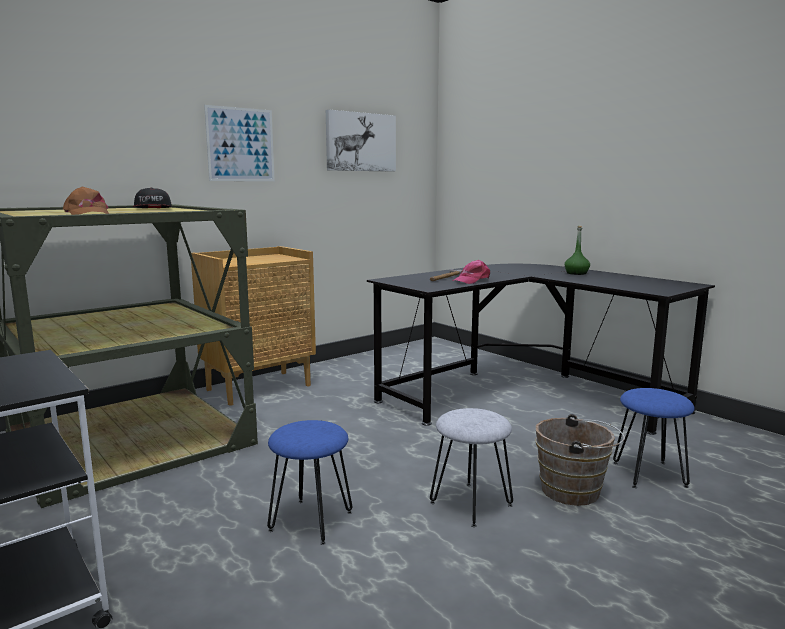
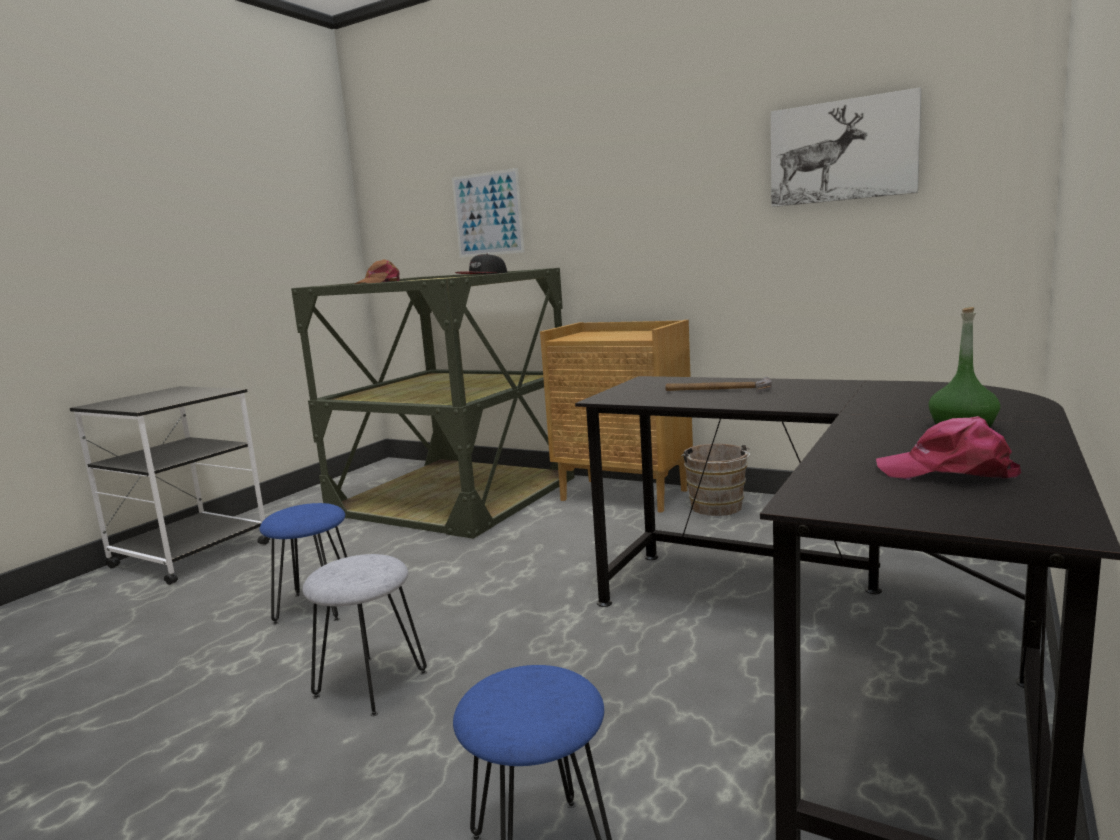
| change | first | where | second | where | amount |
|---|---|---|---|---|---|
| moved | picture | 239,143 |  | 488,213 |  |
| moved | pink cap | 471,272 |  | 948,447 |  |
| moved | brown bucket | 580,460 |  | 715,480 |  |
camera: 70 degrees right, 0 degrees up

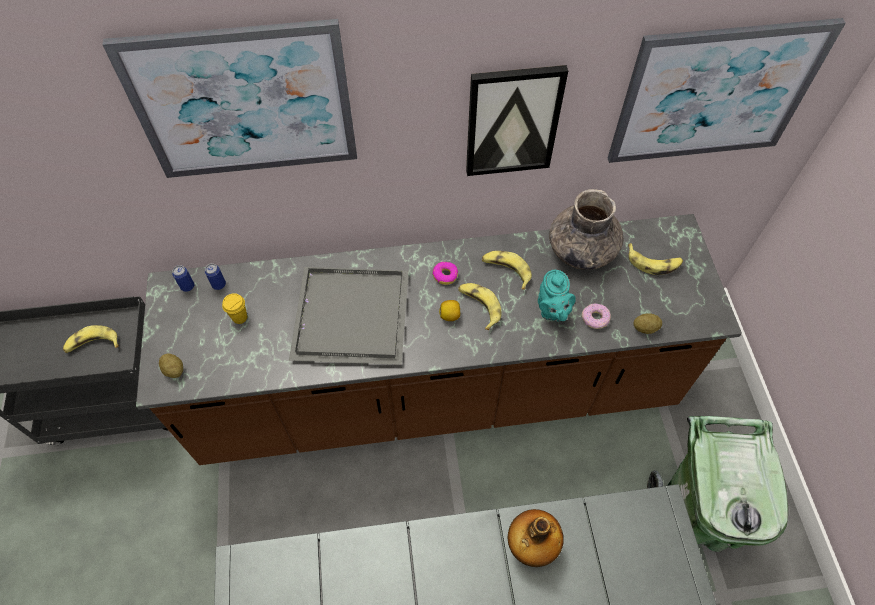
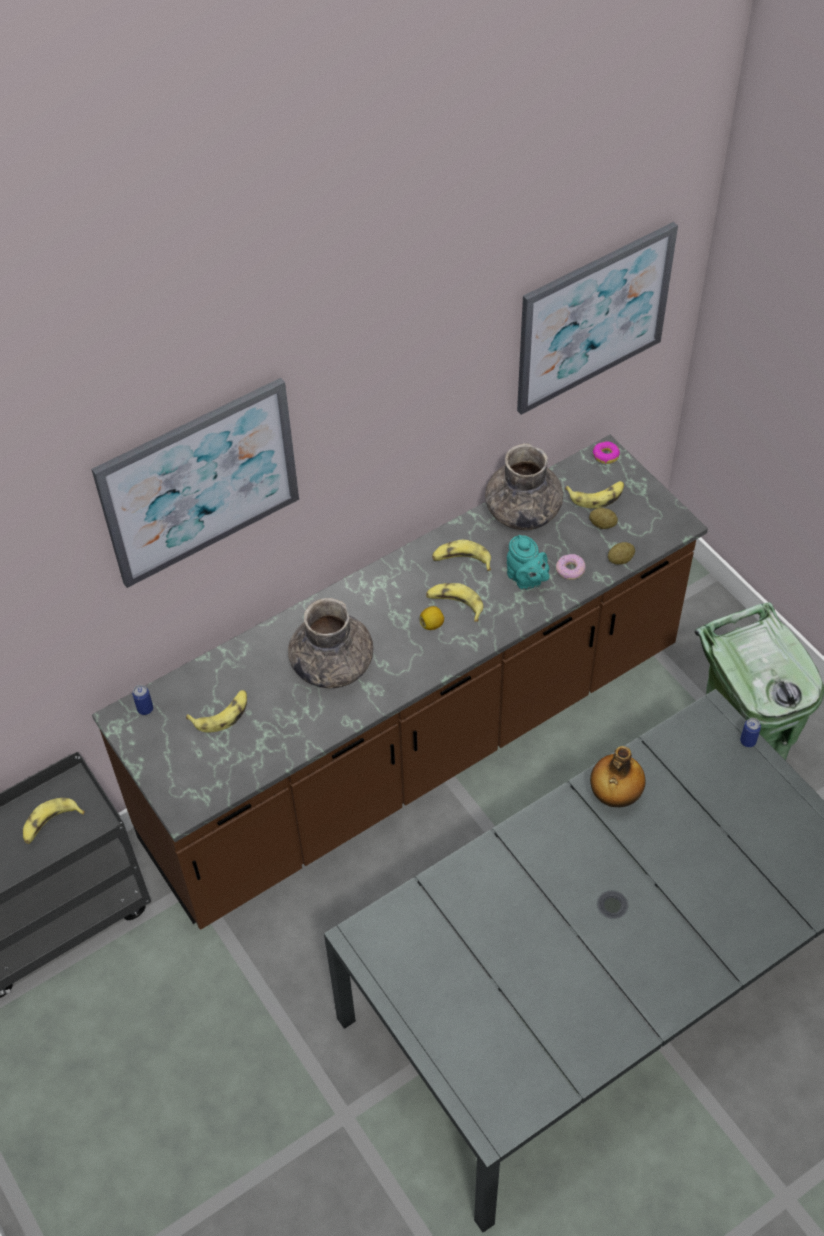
| change | first | where | second | where | amount |
|---|---|---|---|---|---|
| removed | picture | 517,120 |  |  |  |
| moved | donut | 445,273 |  | 606,452 |  |
| moved | can | 215,276 |  | 750,732 |  |
| replaced | grey tray | 349,316 | grey vase | 330,643 |  |
| replaced | yellow cup | 234,308 | banana | 216,711 |  |
| moved | potato | 171,366 |  | 603,518 |  |
camera: 25 degrees left, 5 degrees down

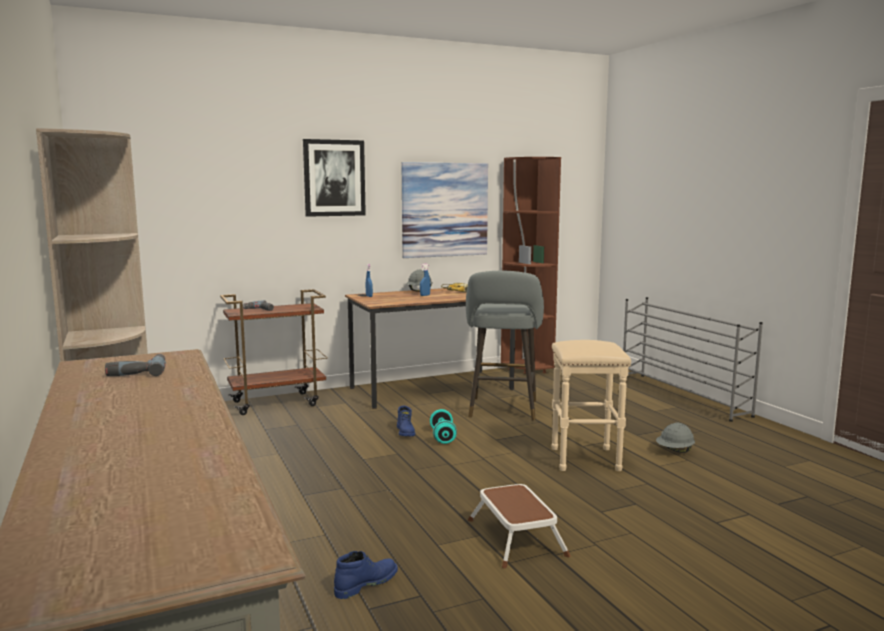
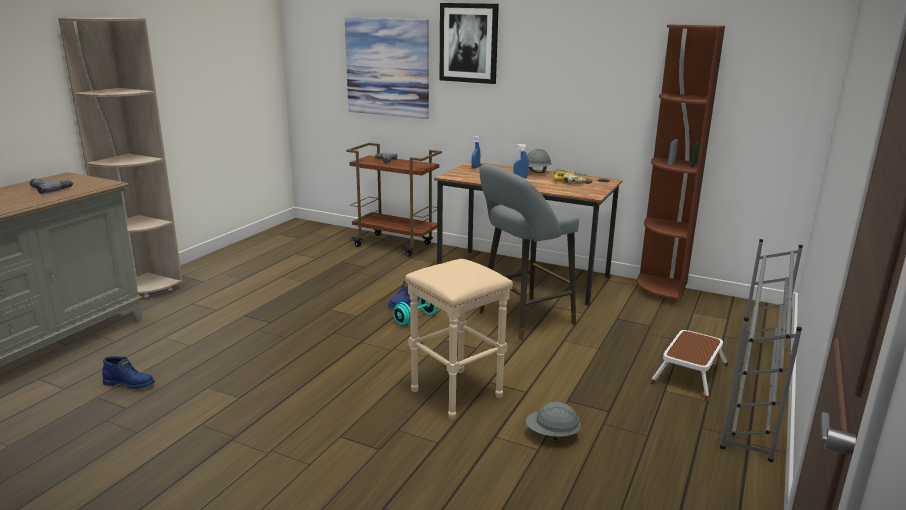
| change | first | where | second | where | amount |
|---|---|---|---|---|---|
| moved | picture | 444,210 |  | 387,68 |  |
| moved | brown step ladder | 519,526 |  | 689,366 |  |
camera: 50 degrees right, 10 degrees up

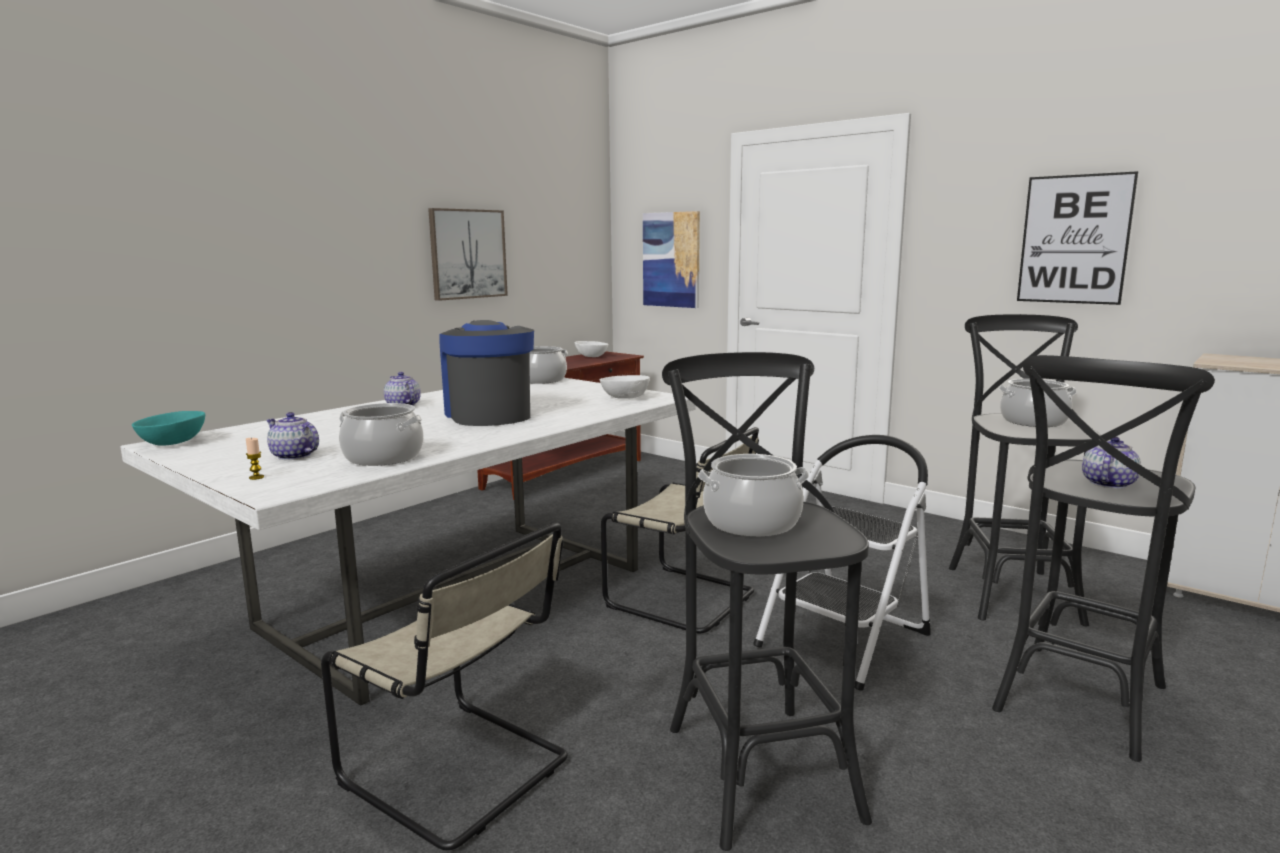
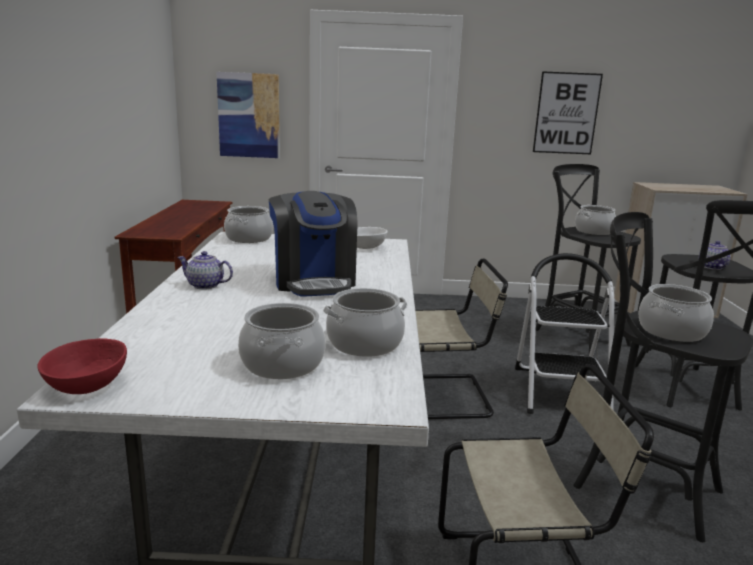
| change | first | where | second | where | amount |
|---|---|---|---|---|---|
| removed | picture | 468,254 |  |  |  |
| turned | coffee machine | 486,373 |  | 313,244 | 135 degrees counterclockwise |
| removed | white bowl | 591,349 |  |  |  |
| recoloured | turquoise bowl | 168,428 | red bowl | 82,366 |  |
| replaced | teapot | 293,436 | cooking pot | 282,341 |  |
| removed | candle | 255,459 |  |  |  |
camera: 40 degrees left, 5 degrees up

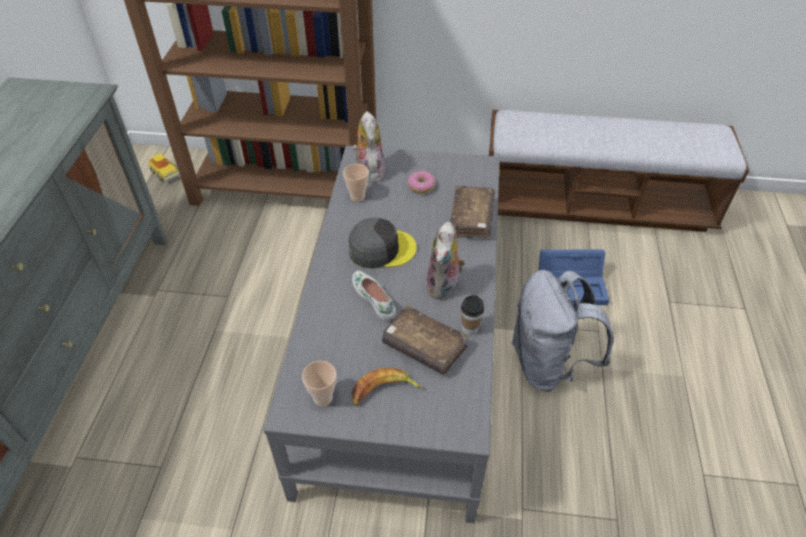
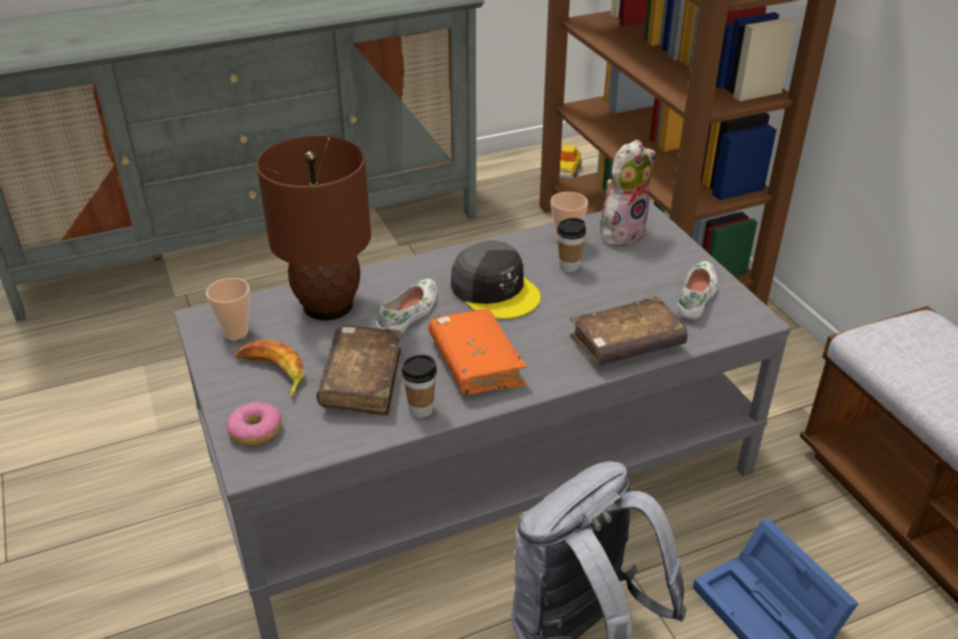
| change | first | where | second | where | amount |
|---|---|---|---|---|---|
| moved | donut | 422,182 |  | 254,424 |  |
| replaced | plush toy | 445,260 | orange book | 478,351 |  |
| added |  |  | brown table lamp | 314,228 |  |
| added |  |  | cup | 571,245 |  |
| added |  |  | white shoe | 697,290 |  |
camera: 60 degrees right, 10 degrees down

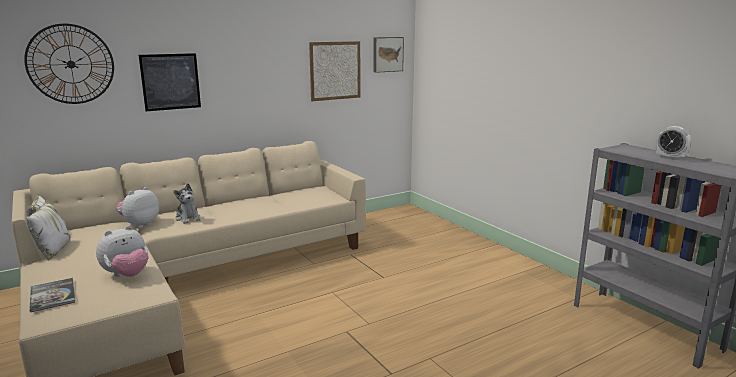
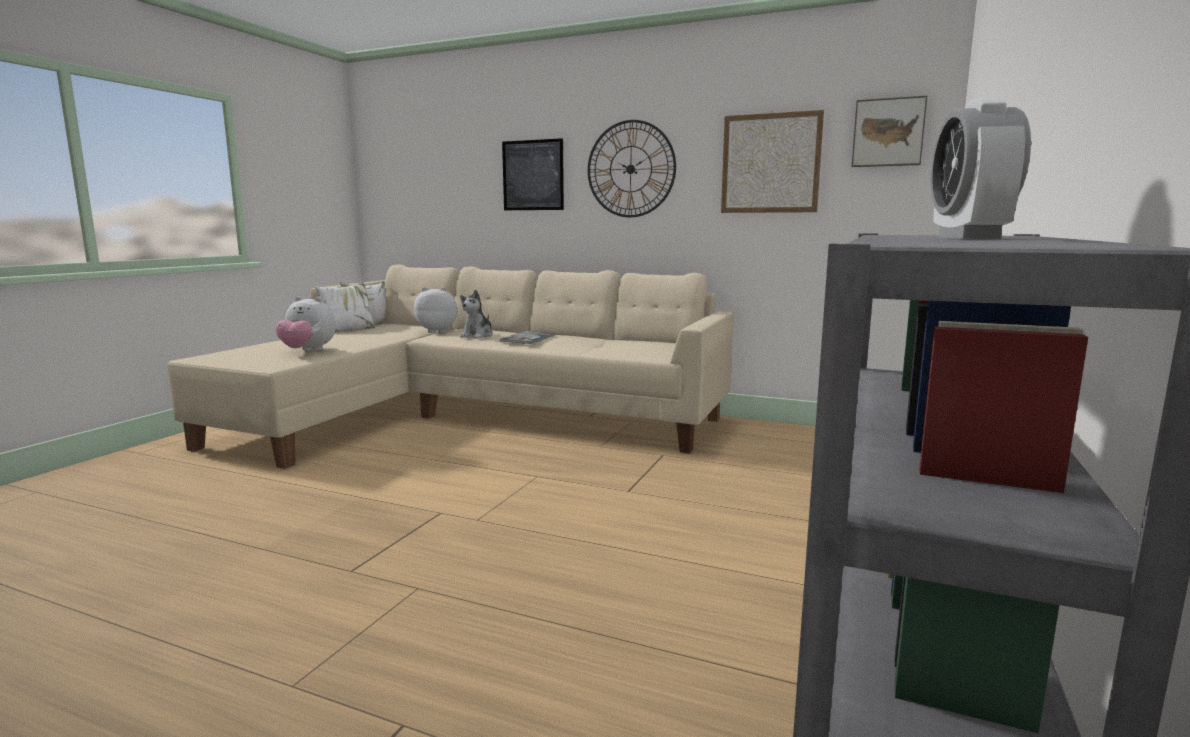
| change | first | where | second | where | amount |
|---|---|---|---|---|---|
| moved | wall clock | 69,63 |  | 632,168 |  |
| moved | book | 52,295 |  | 527,337 |  |
camera: 55 degrees right, 5 degrees down

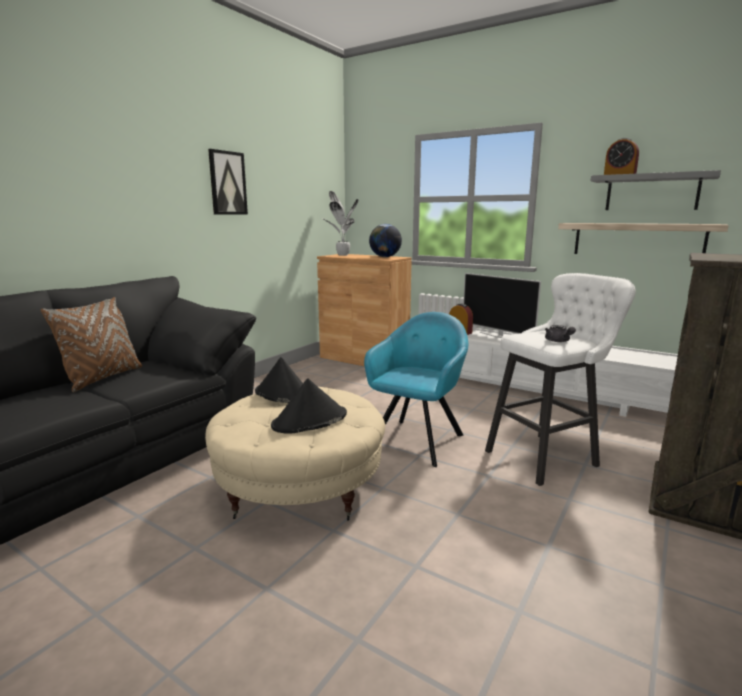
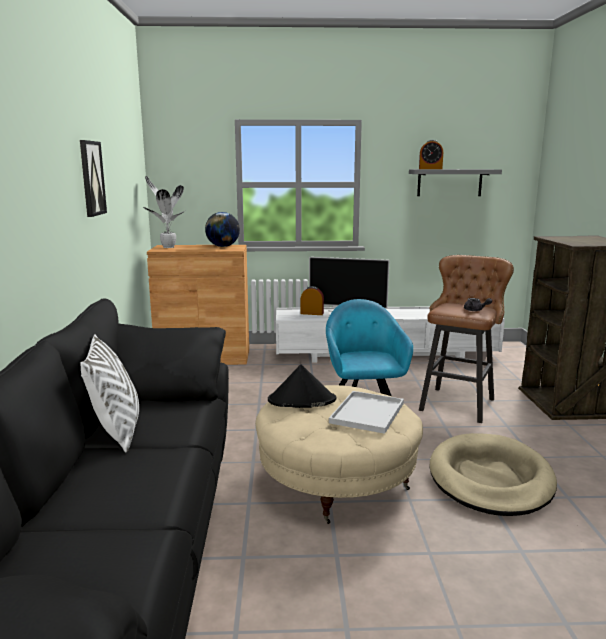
| change | first | where | second | where | amount |
|---|---|---|---|---|---|
| removed | shelf | 643,238 |  |  |  |
| recoloured | white stool | 560,379 | brown stool | 466,339 |  |
| recoloured | brown pillow | 91,344 | white pillow | 109,393 |  |
| replaced | black hat | 309,405 | white tray | 366,412 |  |
| added |  |  | beige dog bed | 493,474 |  |
camera: 35 degrees left, 0 degrees up

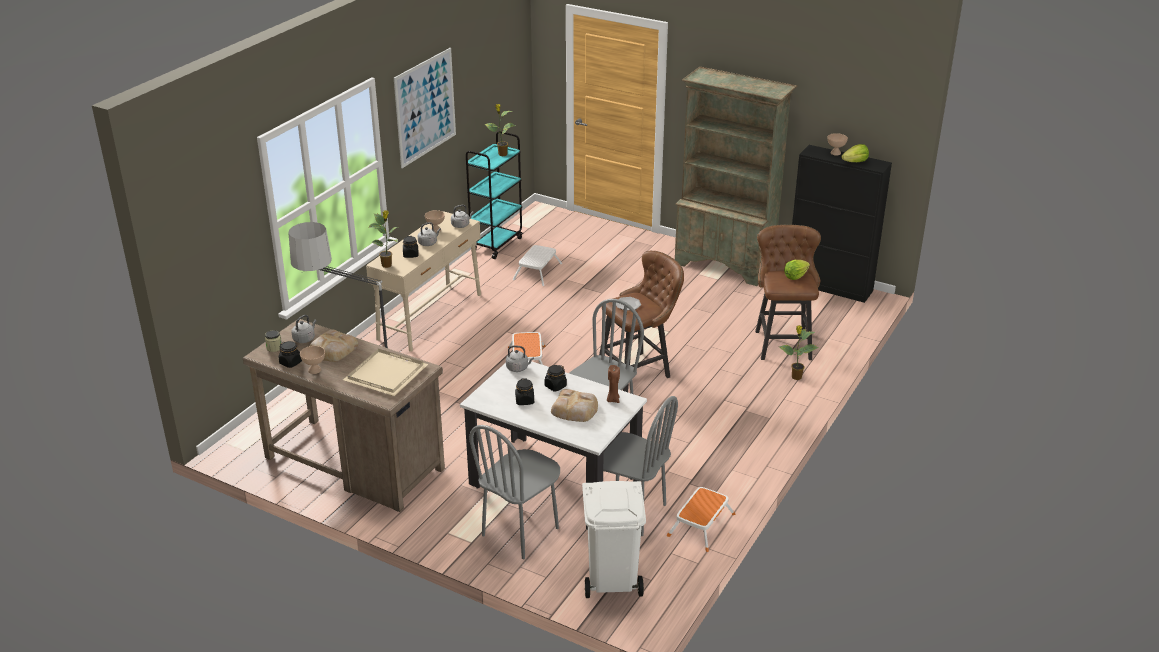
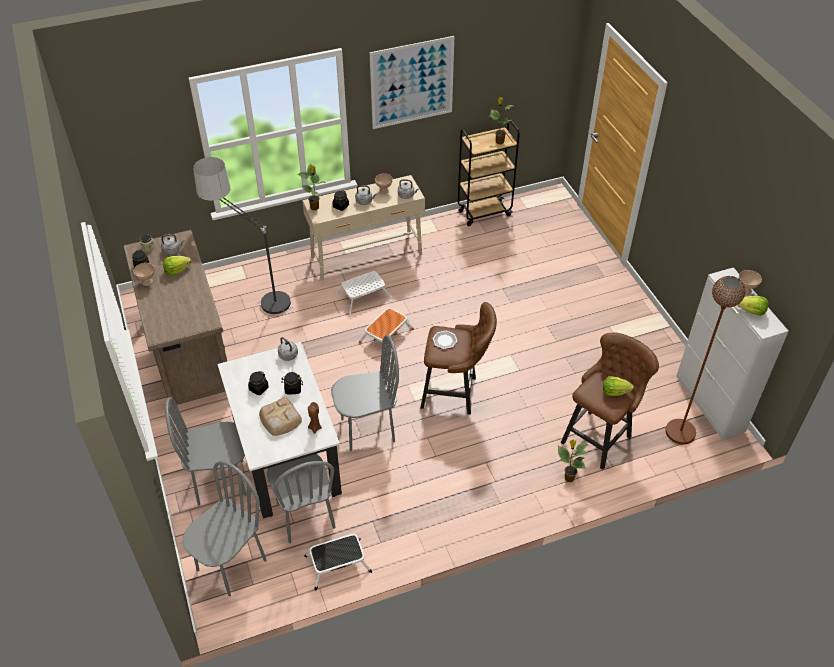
| change | first | where | second | where | amount |
|---|---|---|---|---|---|
| removed | green bookcase | 736,176 |  |  |  |
| recoloured | turquoise cart | 494,195 | brown cart | 488,172 |  |
| recoloured | black cabinet | 842,224 | white cabinet | 732,353 |  |
| moved | white step ladder | 537,265 |  | 364,292 |  |
| replaced | bread | 333,345 | lettuce | 177,266 |  |
| removed | beige tray | 385,372 |  |  |  |
| replaced | white trash can | 614,539 | grey chair | 224,528 |  |
| recoloured | orange step ladder | 701,519 | black step ladder | 338,562 |  |
| added |  |  | brown floor lamp | 705,360 |  |
camera: 40 degrees right, 15 degrees up

